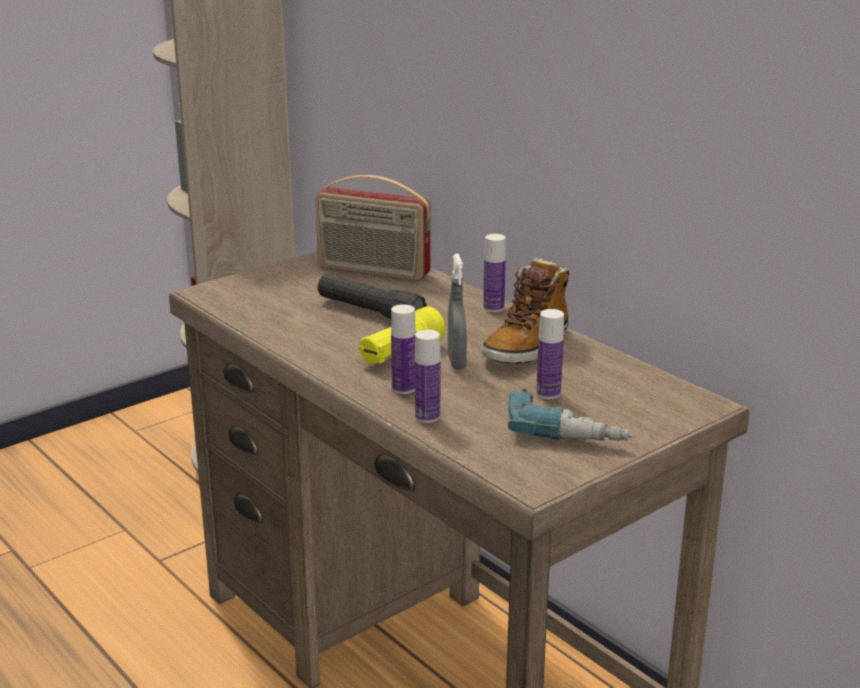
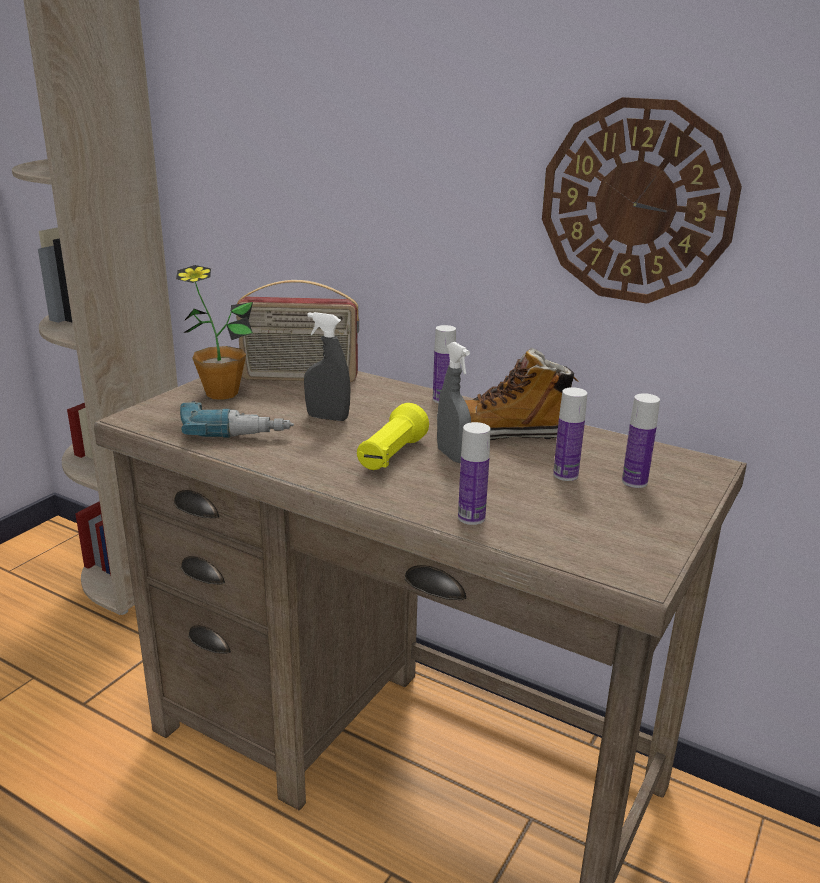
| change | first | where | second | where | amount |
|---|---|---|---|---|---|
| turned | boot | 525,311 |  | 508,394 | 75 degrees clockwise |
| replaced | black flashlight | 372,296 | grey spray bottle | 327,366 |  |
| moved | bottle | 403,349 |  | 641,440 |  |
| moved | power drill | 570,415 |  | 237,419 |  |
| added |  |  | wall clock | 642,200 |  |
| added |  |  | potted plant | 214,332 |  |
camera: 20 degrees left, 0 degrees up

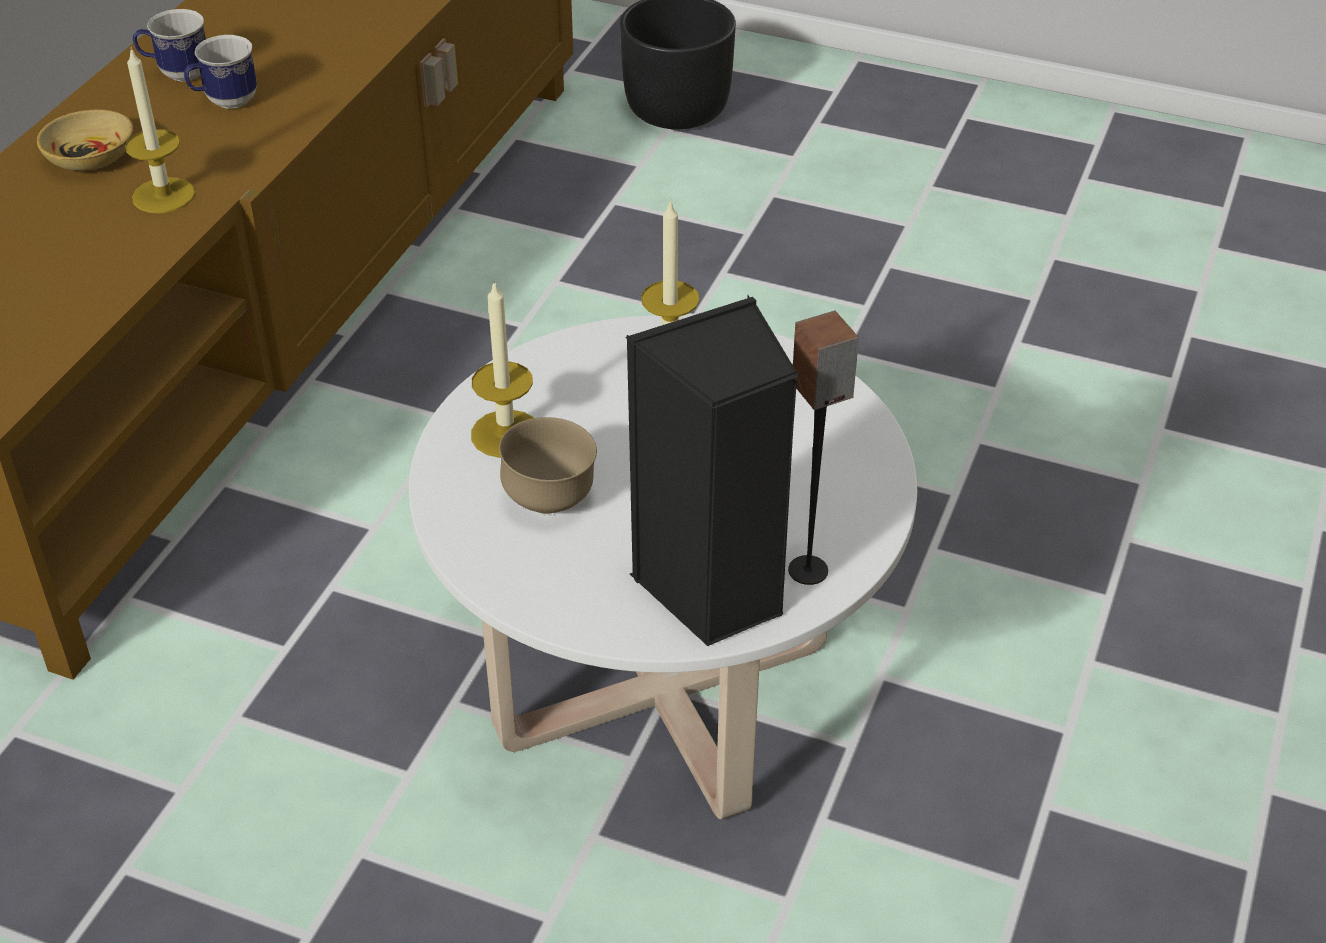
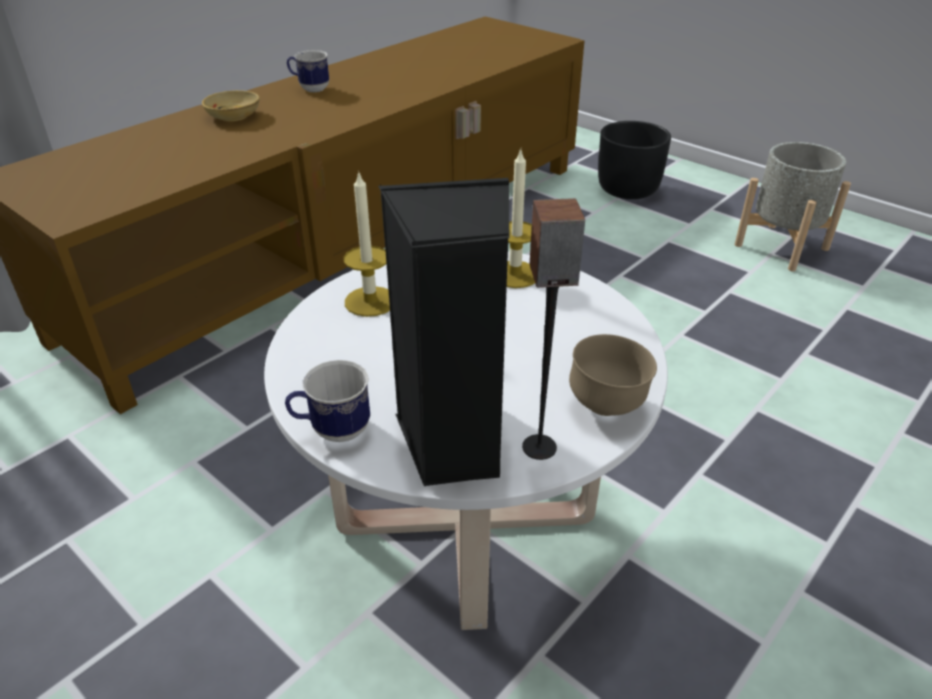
| change | first | where | second | where | amount |
|---|---|---|---|---|---|
| moved | mug | 220,72 |  | 327,401 |  |
| removed | candle | 160,130 |  |  |  |
| moved | brown bowl | 548,465 |  | 613,375 |  |
| added |  |  | grey planter | 793,206 |  |
camera: 20 degrees right, 5 degrees down

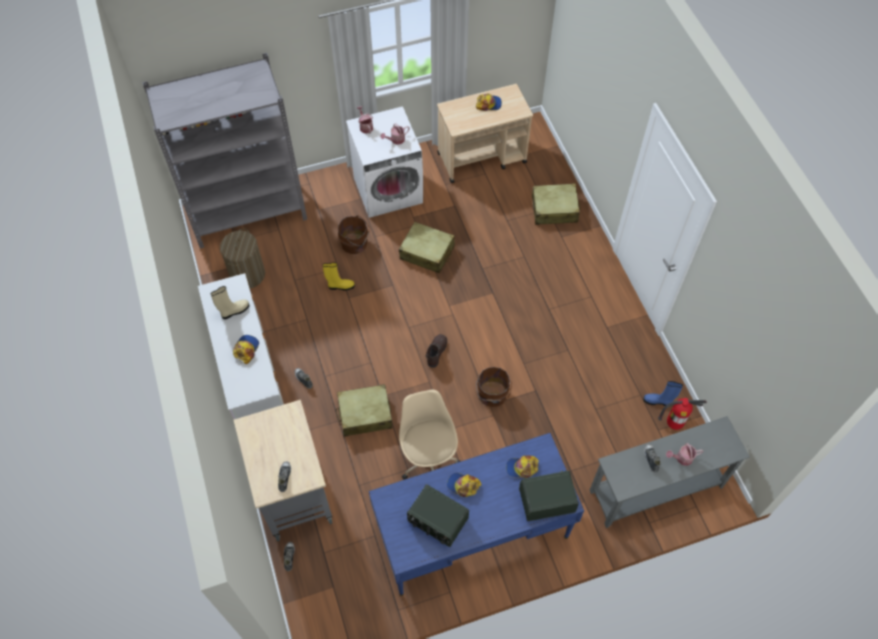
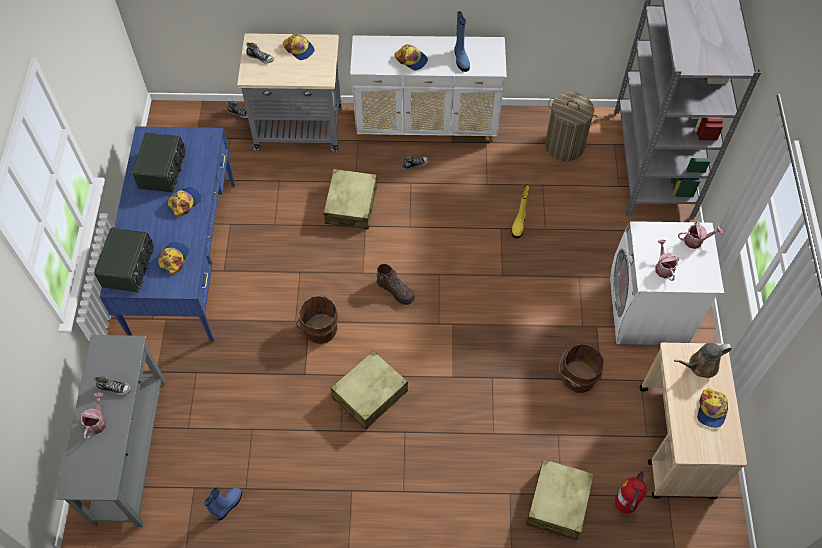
| change | first | where | second | where | amount |
|---|---|---|---|---|---|
| moved | brown bucket | 354,234 |  | 581,368 |  |
| moved | beige suitcase | 427,247 |  | 369,389 |  |
| recoloured | beige boot | 230,302 | blue boot | 462,41 |  |
| removed | beige office chair | 430,435 |  |  |  |
| moved | fire extinguisher | 682,414 |  | 631,492 |  |
| turned | radio | 438,515 |  | 159,162 | 135 degrees clockwise |
| added |  |  | cap | 299,46 |  |
| added |  |  | brown watering can | 703,360 |  |
camera: 110 degrees right, 0 degrees up

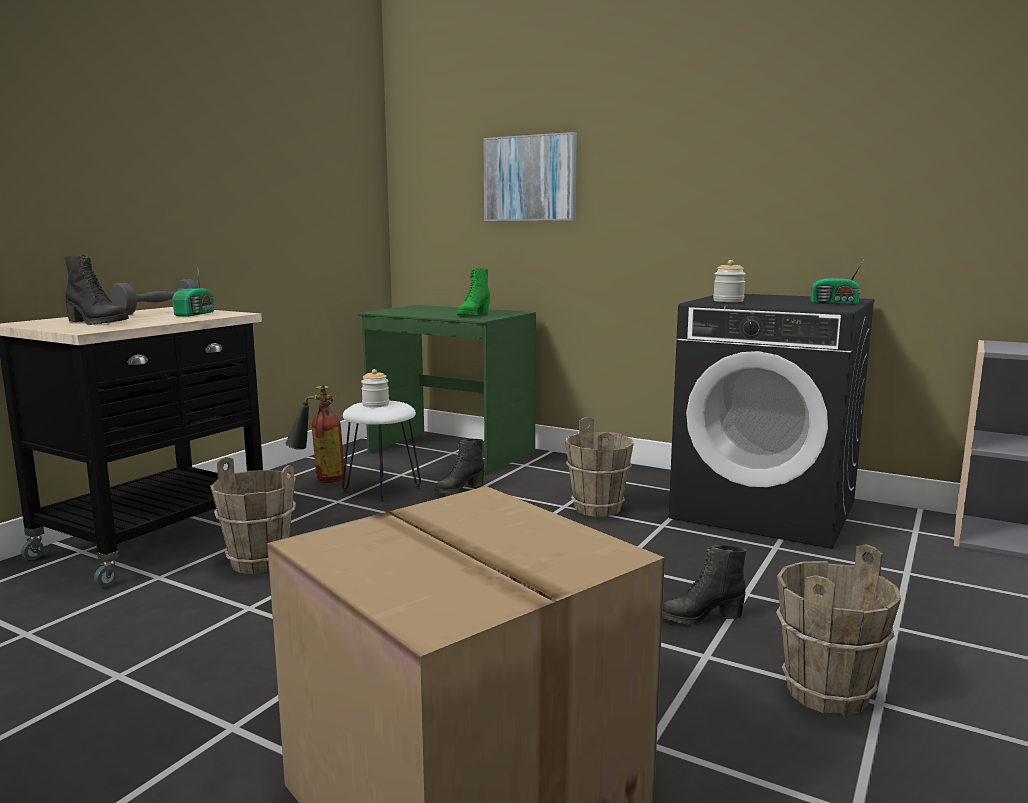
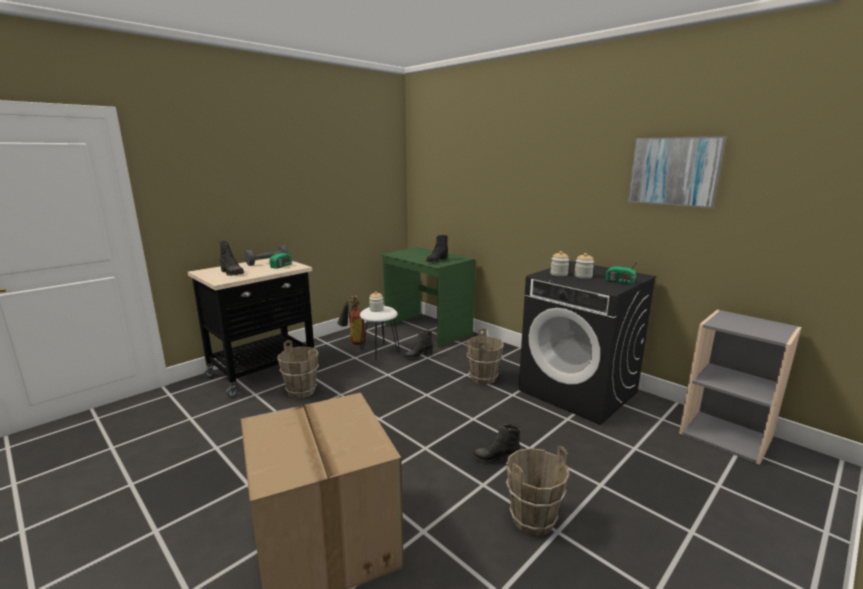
| change | first | where | second | where | amount |
|---|---|---|---|---|---|
| moved | picture | 530,176 |  | 677,172 |  |
| recoloured | green boot | 473,292 | black boot | 437,248 |  |
| added |  |  | jar | 584,266 |  |
camera: 15 degrees right, 5 degrees up

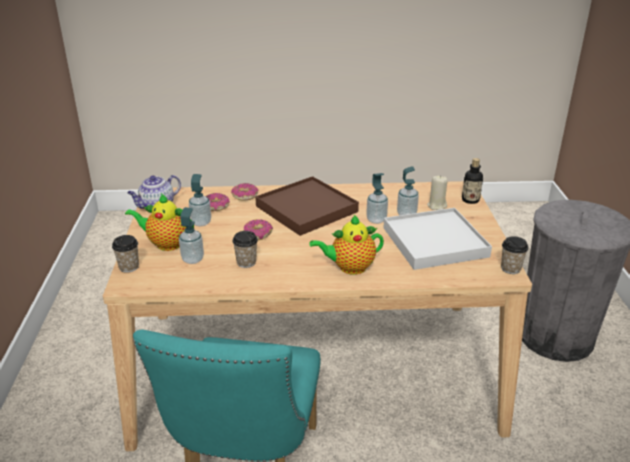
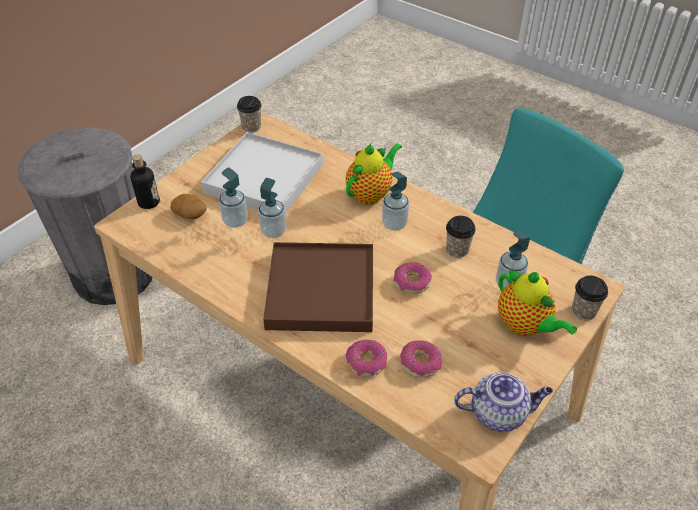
| change | first | where | second | where | amount |
|---|---|---|---|---|---|
| moved | soap dispenser | 200,200 |  | 395,201 |  |
| replaced | beige candle | 437,192 | potato | 188,206 |  |
| turned | teapot | 347,245 |  | 374,174 | 75 degrees counterclockwise |
camera: 140 degrees left, 15 degrees up

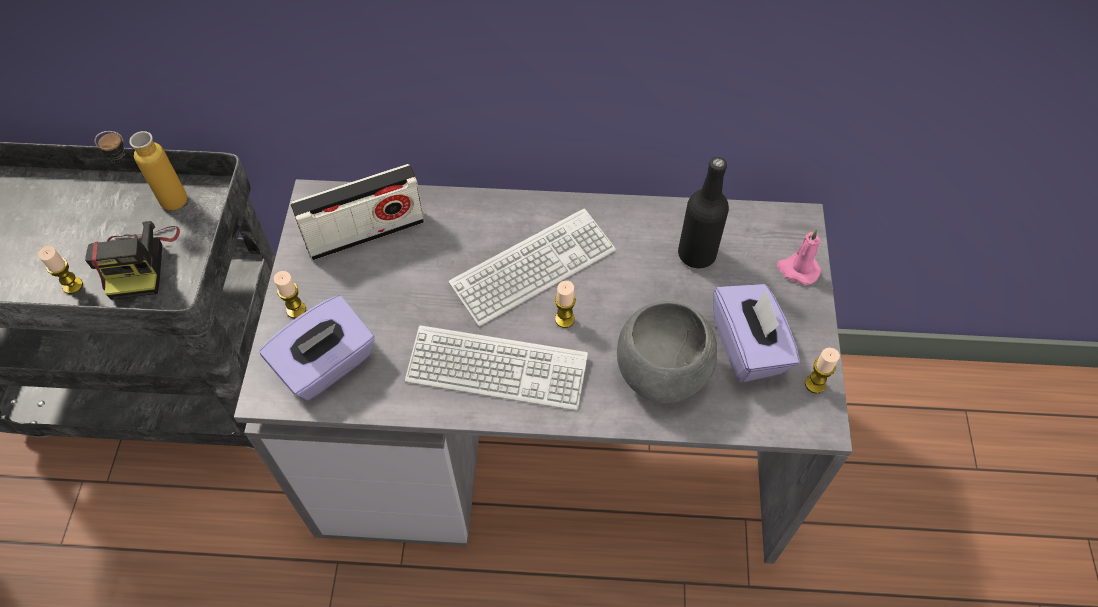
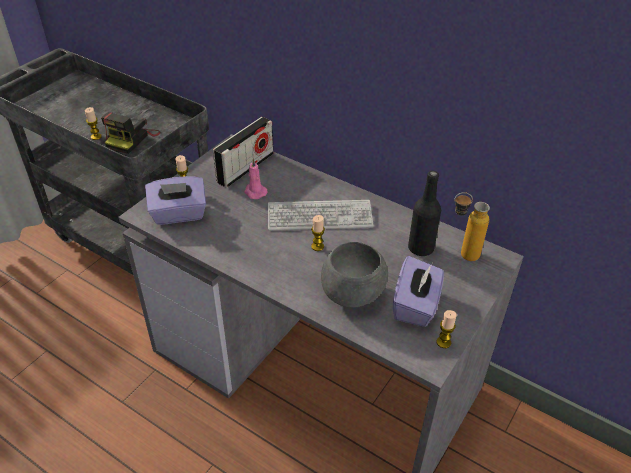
| change | first | where | second | where | amount |
|---|---|---|---|---|---|
| moved | bottle | 140,170 |  | 472,226 |  |
| turned | radio | 357,212 |  | 243,152 | 60 degrees counterclockwise |
| moved | pink candle | 799,257 |  | 256,178 |  |
| removed | keyboard | 496,367 |  |  |  |
camera: 30 degrees right, 15 degrees down

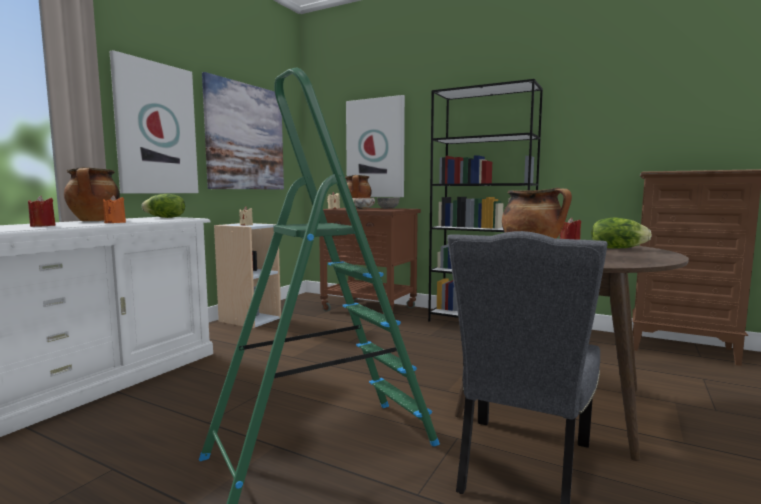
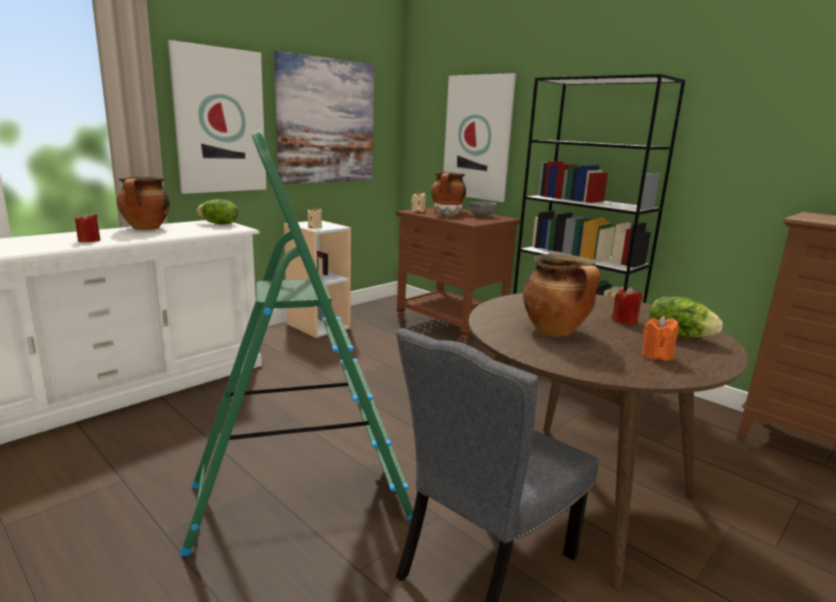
| change | first | where | second | where | amount |
|---|---|---|---|---|---|
| moved | orange candle | 114,209 |  | 660,338 |  |
camera: 15 degrees right, 10 degrees up

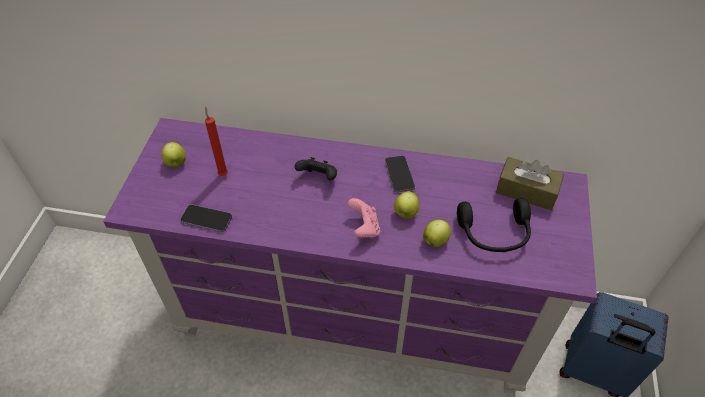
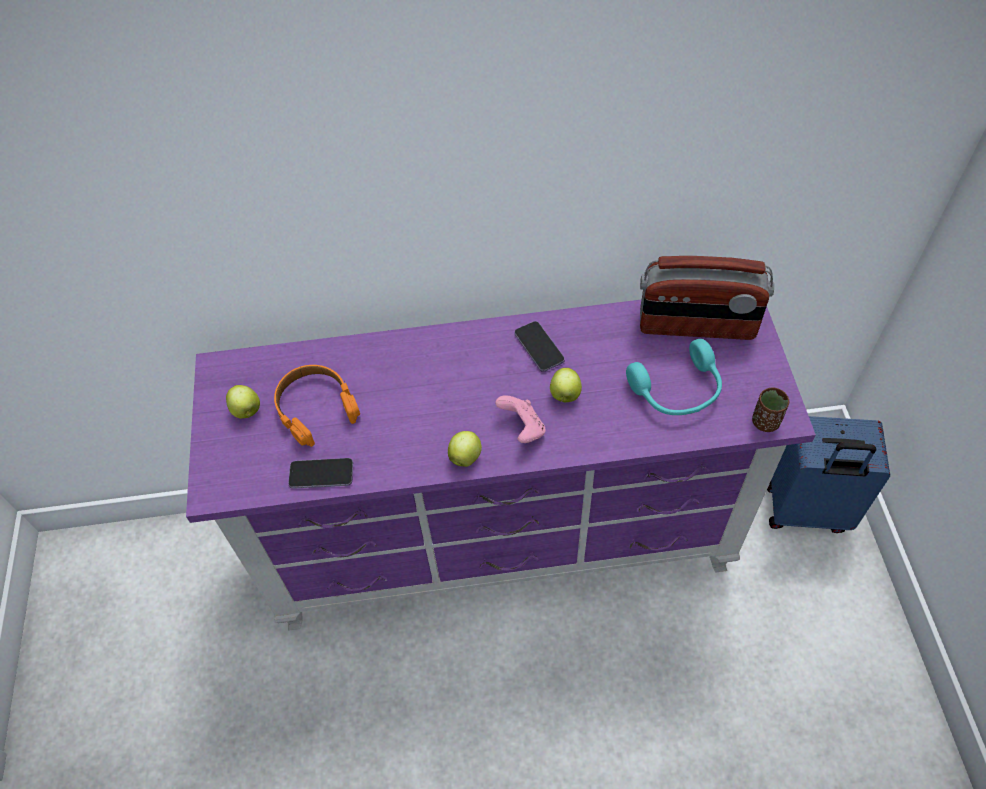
| change | first | where | second | where | amount |
|---|---|---|---|---|---|
| replaced | red candle | 216,141 | orange headphones | 317,406 |  |
| removed | black game controller | 316,169 |  |  |  |
| replaced | brown tissue box | 530,183 | radio | 707,298 |  |
| recoloured | black headphones | 494,225 | turquoise headphones | 674,377 |  |
| moved | apple | 437,233 |  | 465,449 |  |
| added |  |  | brown cup | 770,409 |  |
camera: 15 degrees left, 5 degrees up

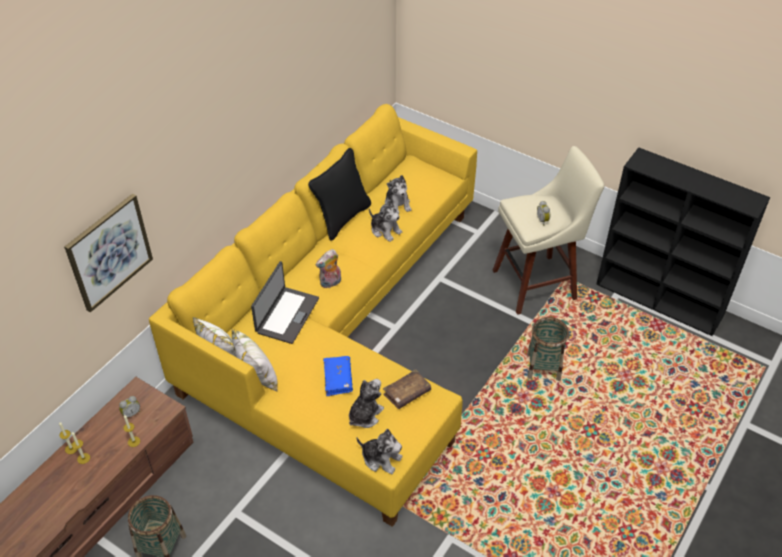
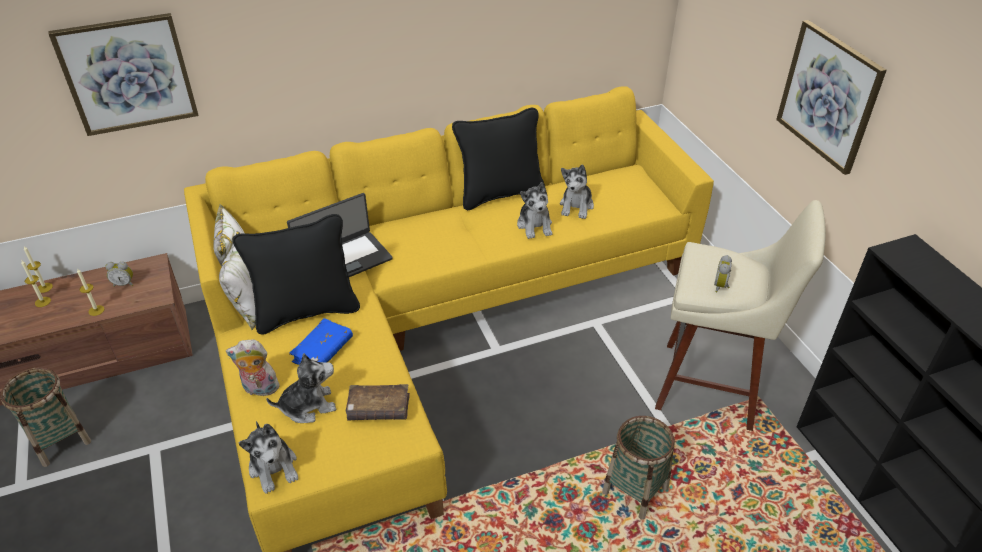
| change | first | where | second | where | amount |
|---|---|---|---|---|---|
| moved | plush toy | 328,268 |  | 252,368 |  |
| added |  |  | picture | 831,97 |  |
| added |  |  | black pillow | 296,274 |  |
camera: 35 degrees right, 5 degrees down

